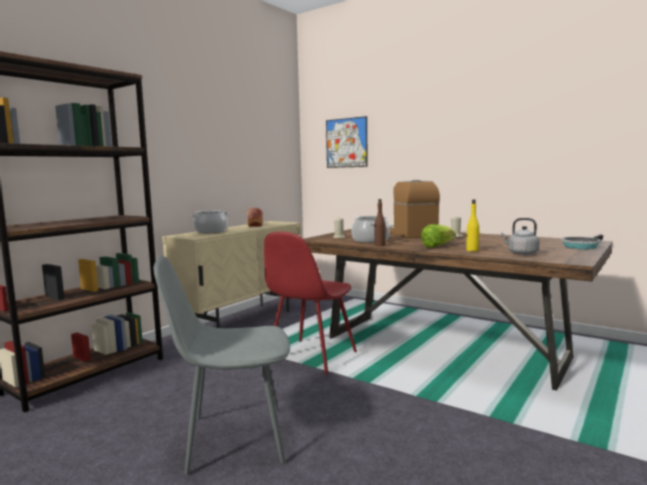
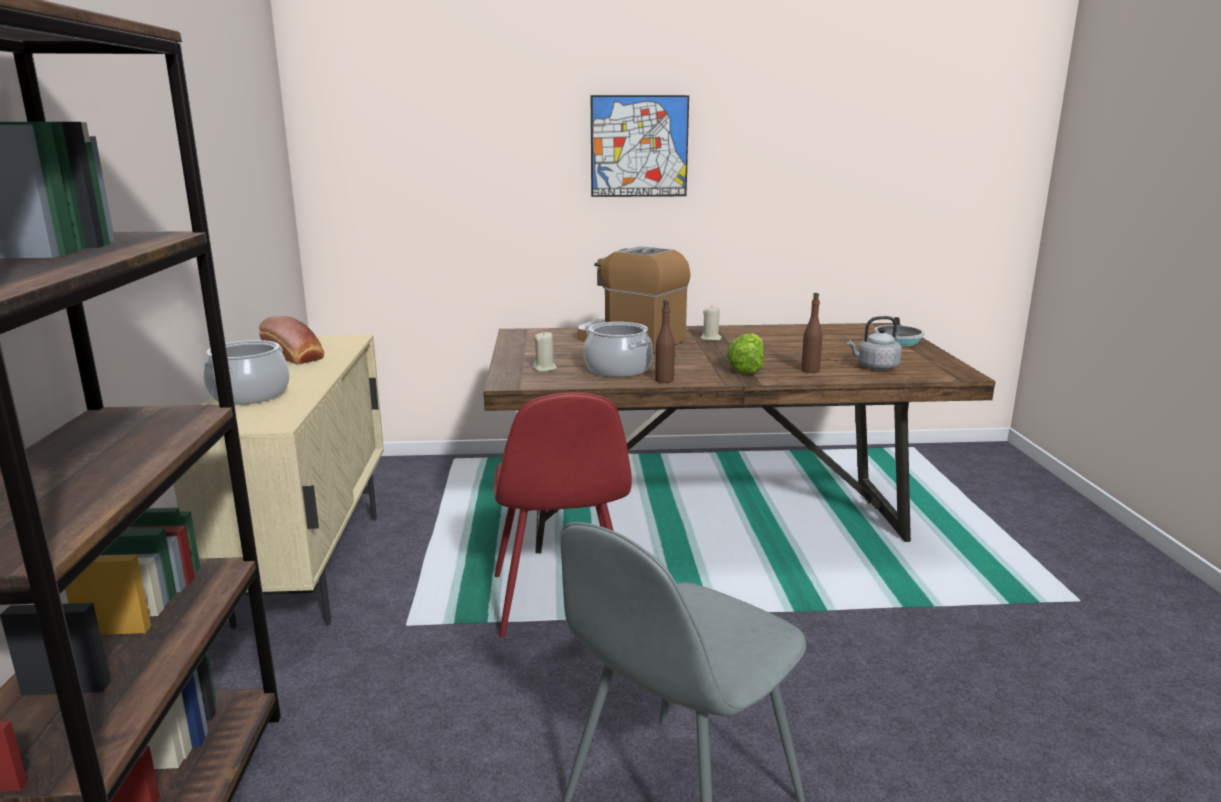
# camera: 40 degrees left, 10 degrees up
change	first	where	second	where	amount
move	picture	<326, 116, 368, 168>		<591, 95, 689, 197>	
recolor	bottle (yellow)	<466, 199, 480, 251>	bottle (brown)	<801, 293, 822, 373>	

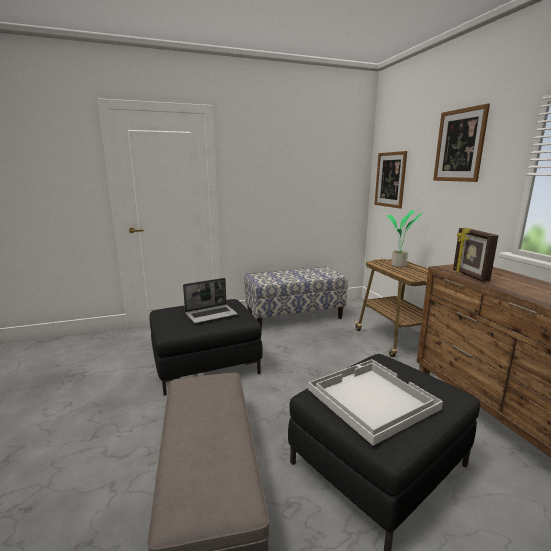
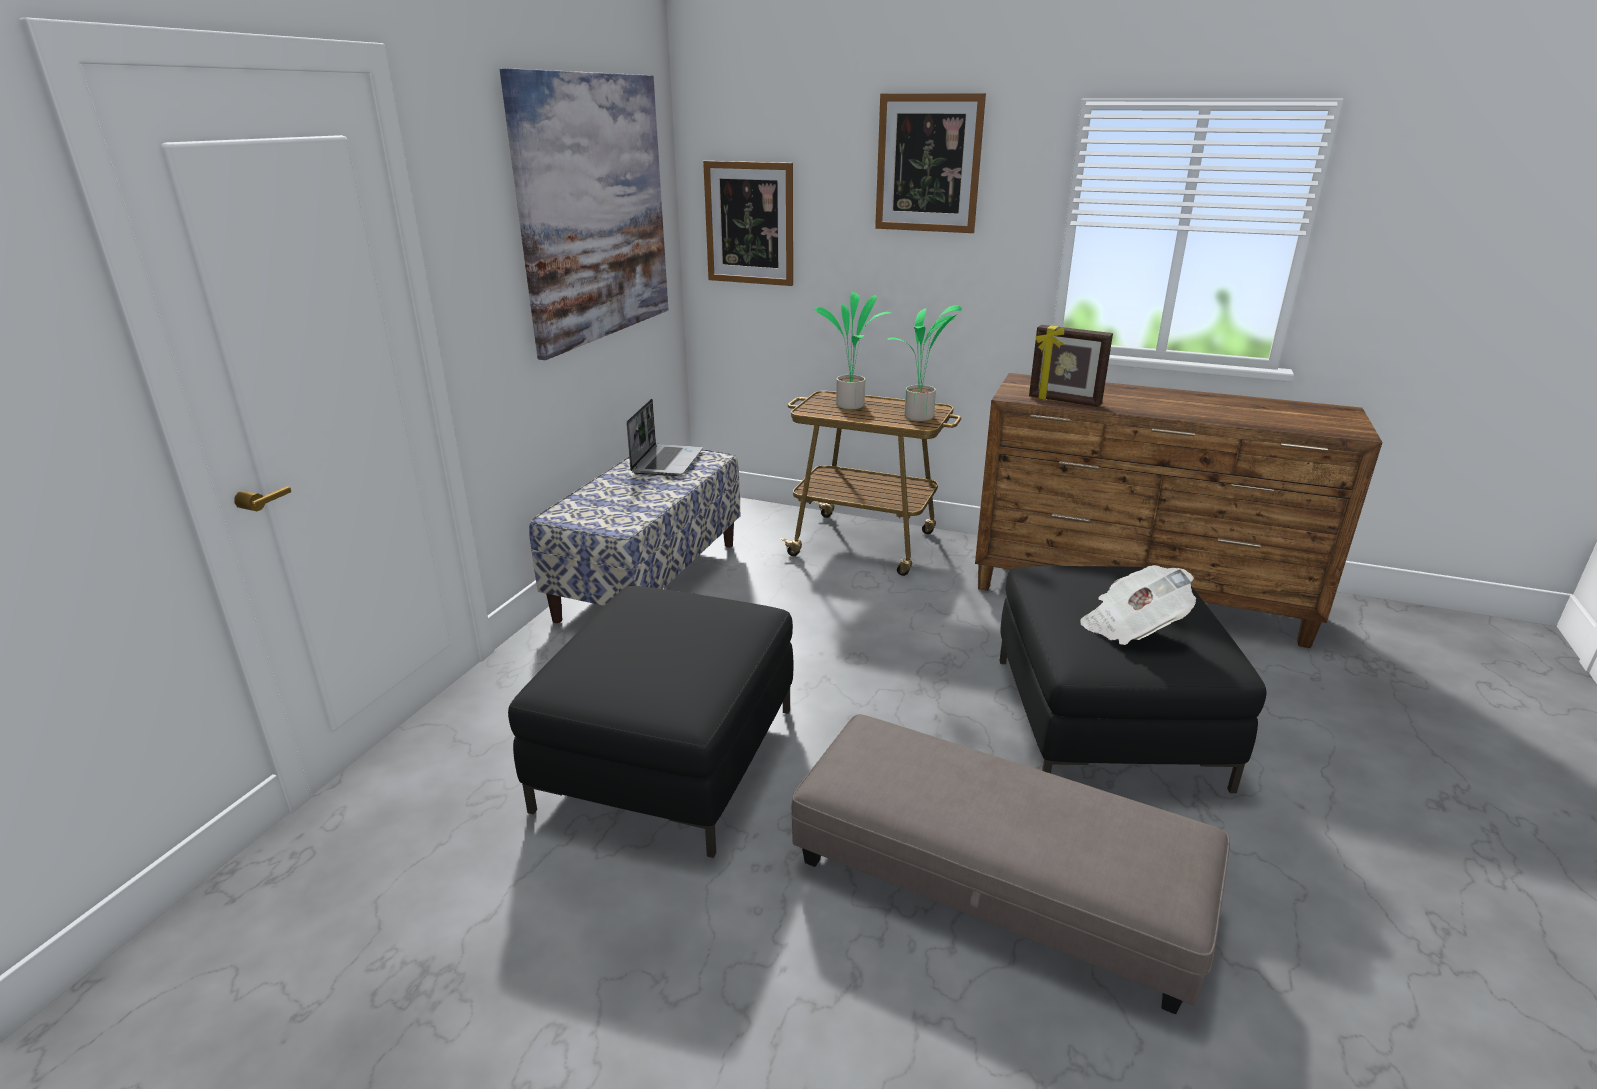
# camera: 50 degrees left, 10 degrees up
change	first	where	second	where	amount
move	laptop	<183, 278, 238, 323>		<626, 398, 703, 476>	
replace	tray (white)	<308, 359, 443, 446>	newspaper	<1080, 565, 1196, 645>	
insert			picture	<500, 68, 668, 360>	
insert			potted plant	<887, 305, 962, 421>	

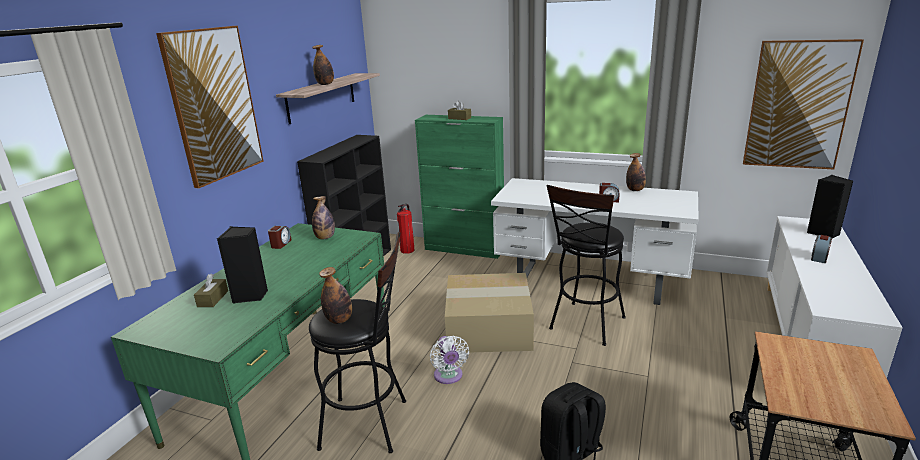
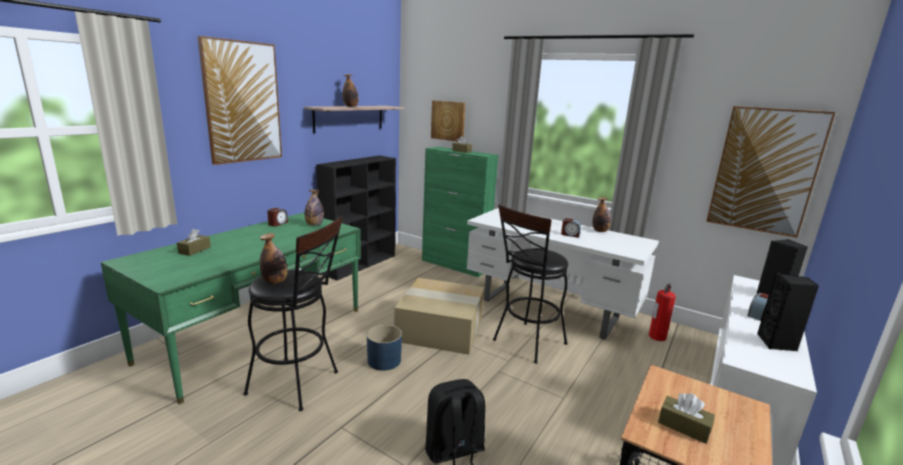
# camera: 10 degrees right, 5 degrees down
change	first	where	second	where	amount
move	speaker (black)	<217, 226, 268, 304>		<757, 272, 819, 351>	
move	fire extinguisher	<397, 204, 414, 254>		<649, 284, 676, 341>	
replace	fan (white)	<430, 336, 469, 384>	planter (blue)	<367, 325, 402, 371>	
insert			picture	<431, 100, 466, 142>	
insert			tissue box (brown)	<658, 394, 715, 444>	

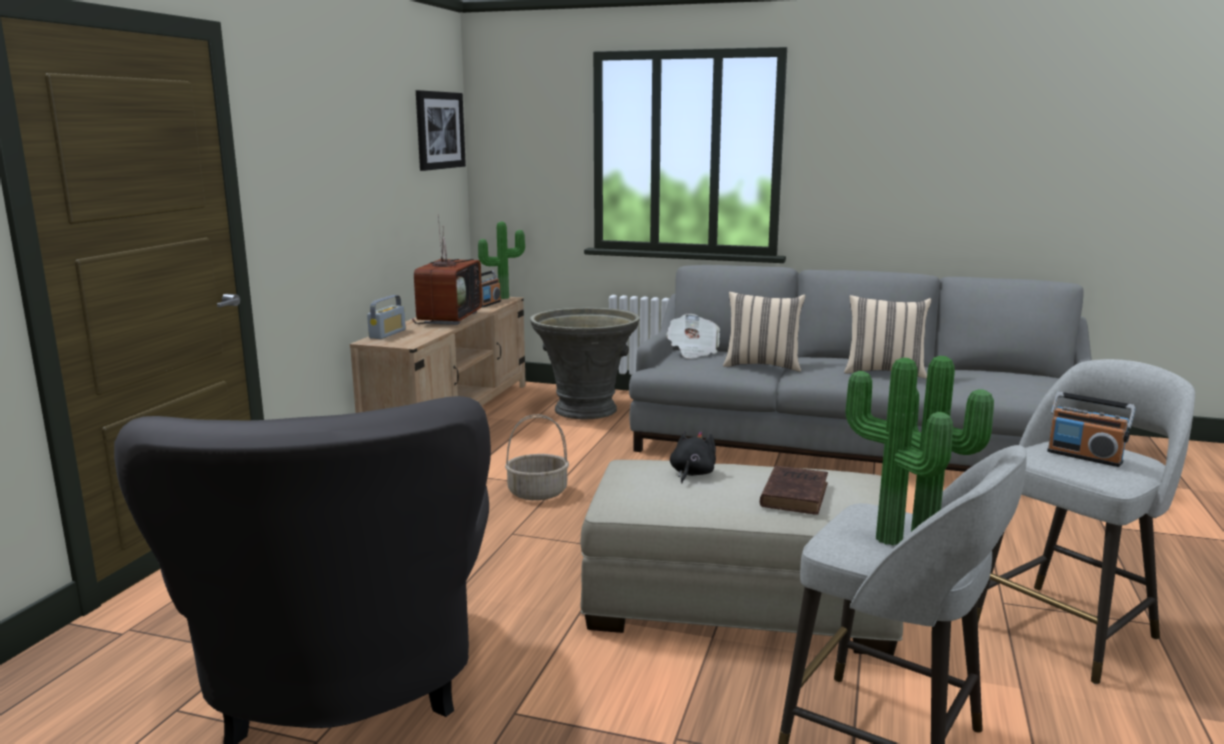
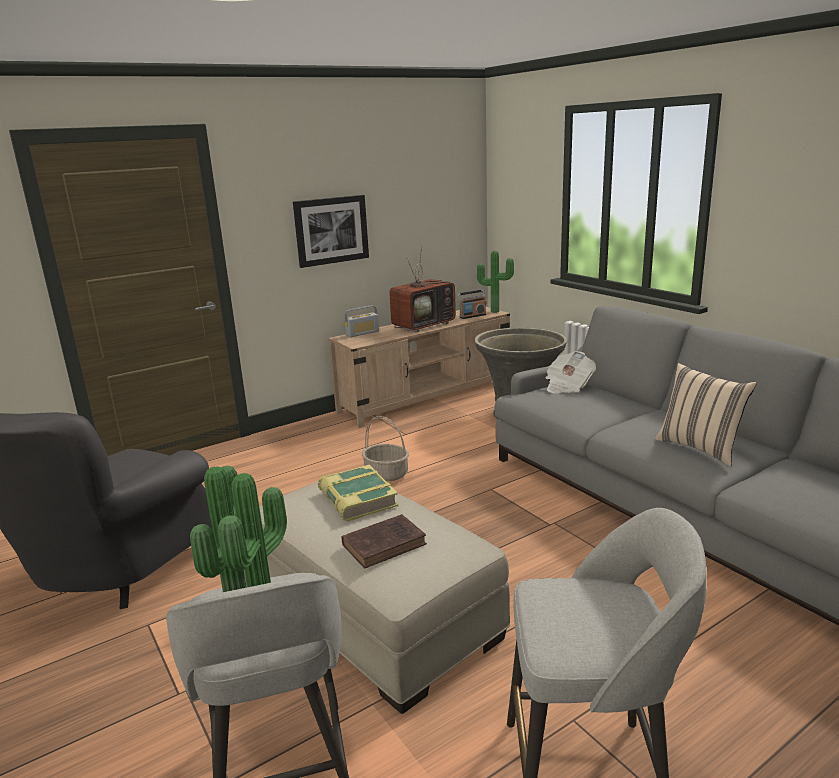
# camera: 40 degrees right, 5 degrees up
change	first	where	second	where	amount
move	picture	<416, 90, 466, 171>		<293, 195, 369, 268>	
replace	plush toy (black)	<670, 431, 716, 483>	book	<318, 465, 398, 522>	
delete	pillow (beige)	<723, 292, 805, 372>			
delete	radio	<1047, 392, 1136, 467>			

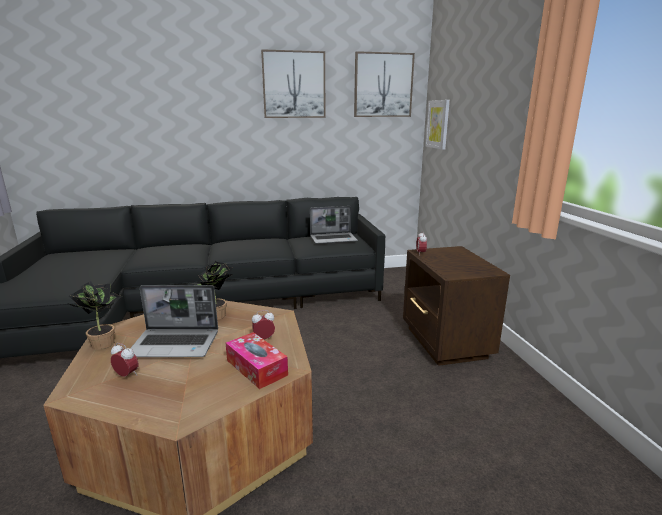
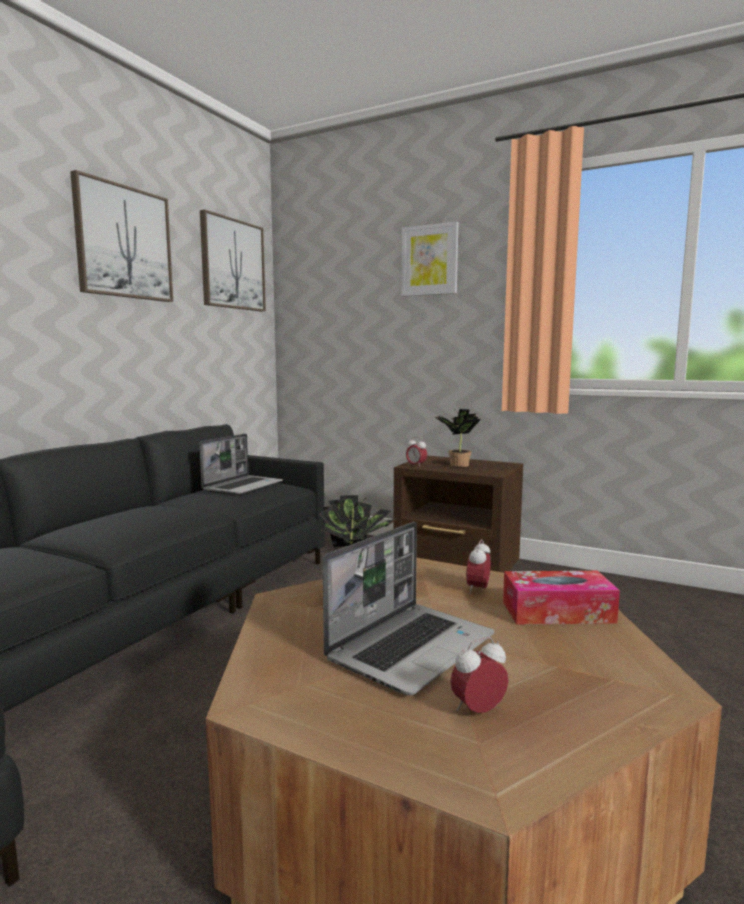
# camera: 50 degrees left, 10 degrees down
change	first	where	second	where	amount
move	potted plant	<68, 281, 122, 350>		<435, 409, 481, 467>	
move	picture	<425, 100, 450, 150>		<401, 221, 458, 297>	

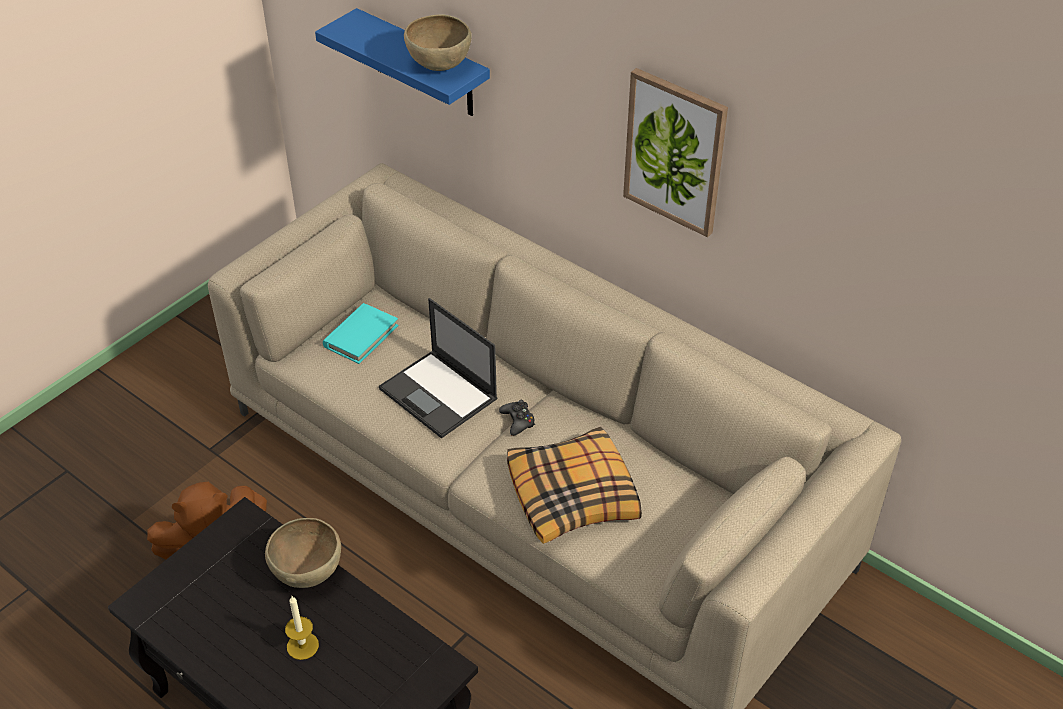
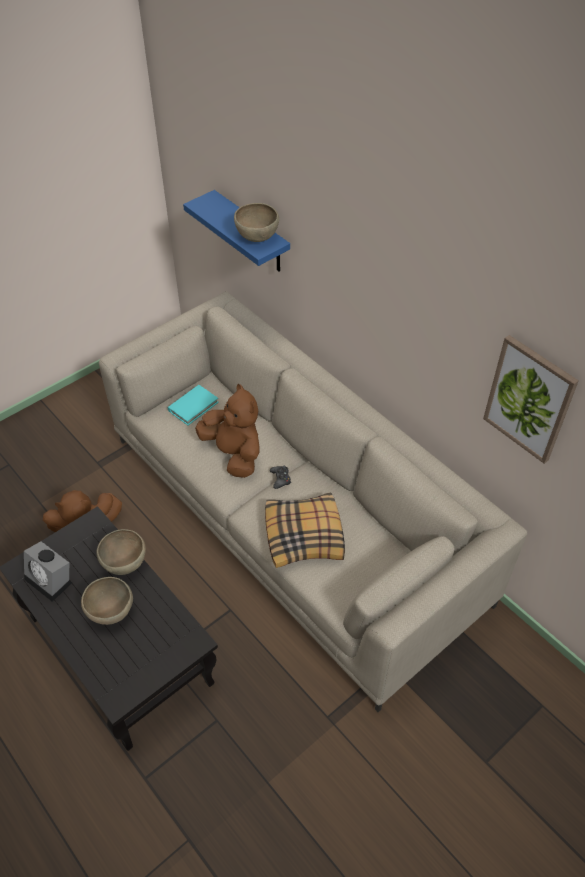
# camera: 10 degrees right, 5 degrees up
change	first	where	second	where	amount
replace	candle	<285, 596, 319, 660>	bowl (brown)	<81, 577, 133, 625>	
replace	laptop	<379, 298, 498, 439>	plush toy (brown)	<195, 384, 259, 478>	
move	picture	<623, 68, 728, 237>		<483, 335, 579, 464>	
insert			alarm clock	<24, 541, 72, 602>	

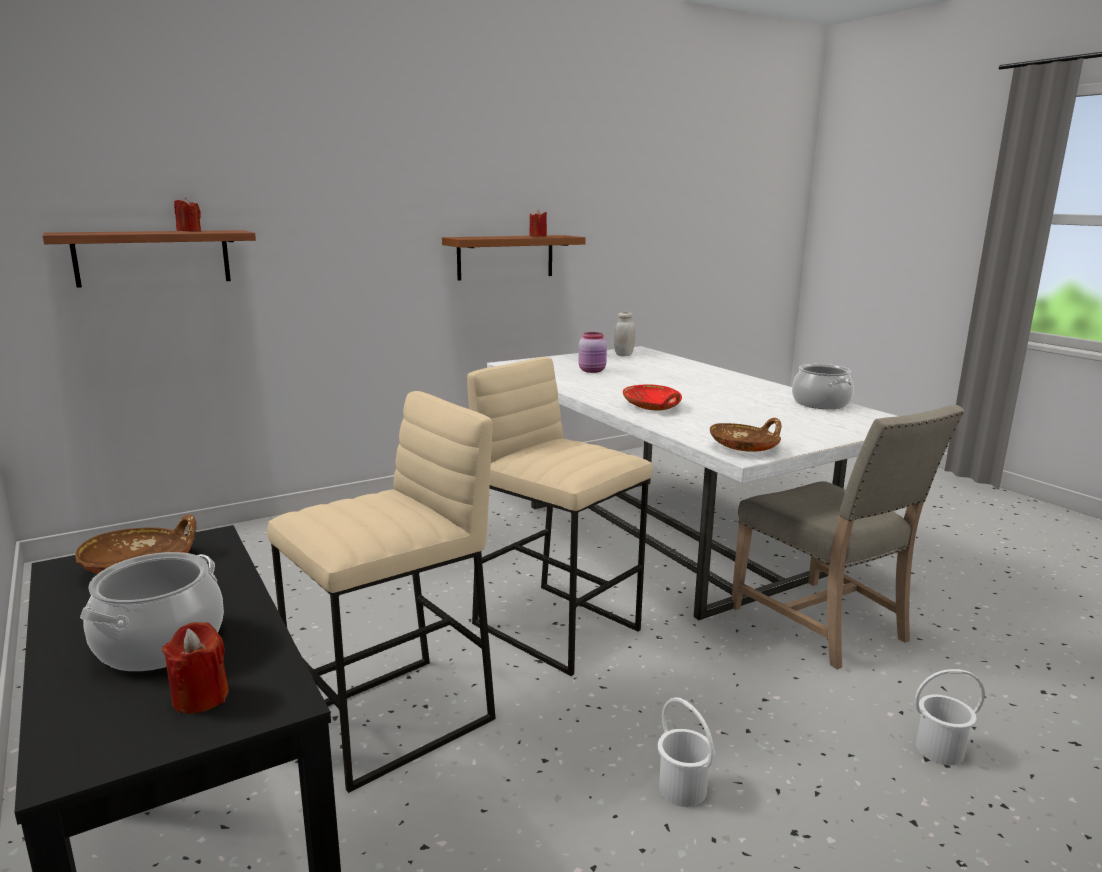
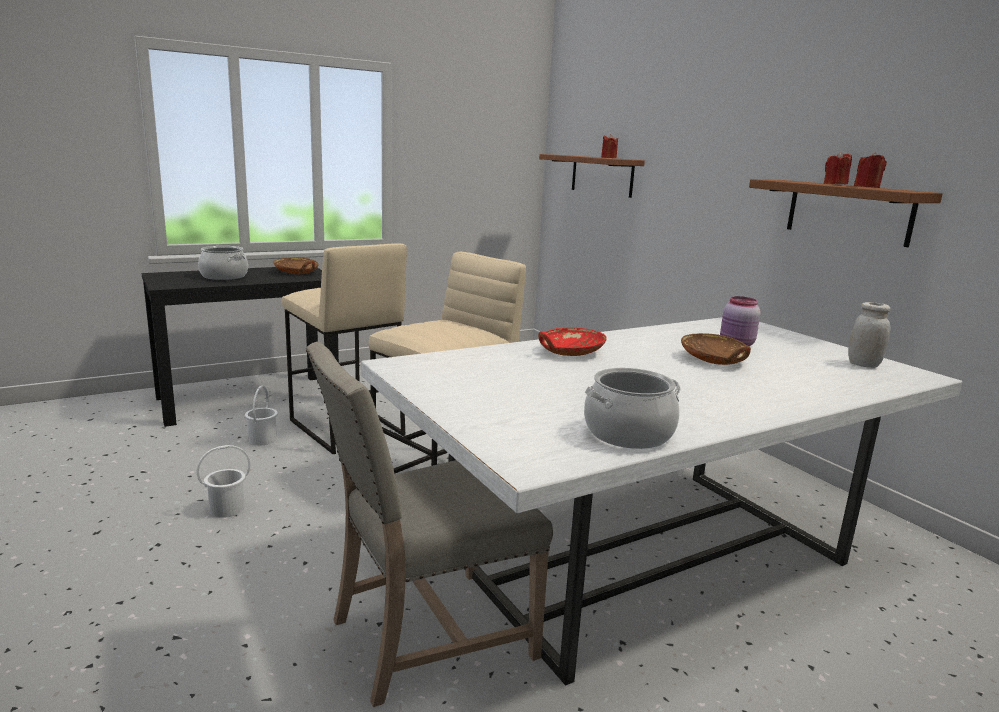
# camera: 90 degrees right, 0 degrees up
change	first	where	second	where	amount
move	candle (red)	<162, 622, 229, 714>		<824, 151, 852, 184>	
move	bowl (brown)	<710, 418, 781, 452>		<681, 333, 751, 365>	
move	bucket (white)	<915, 669, 985, 765>		<245, 386, 278, 445>	

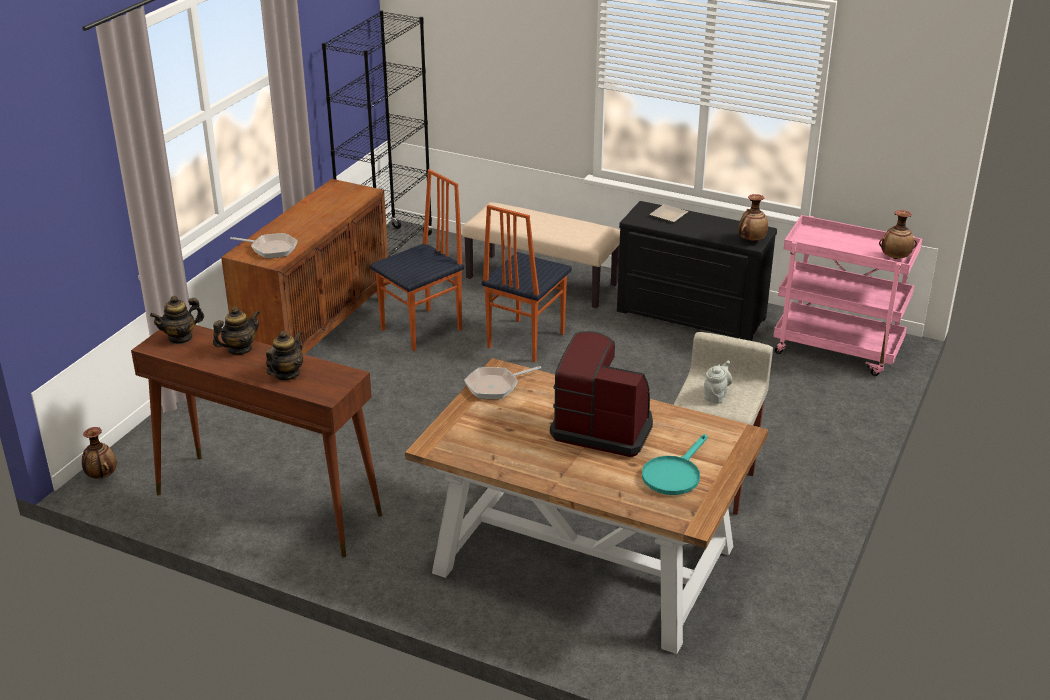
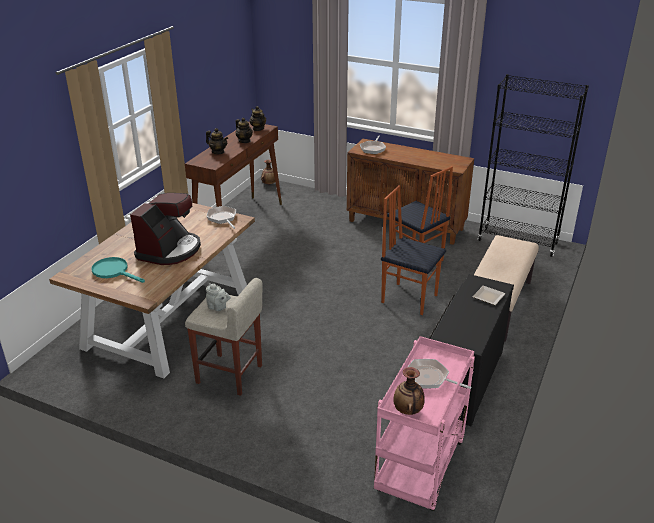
# camera: 90 degrees right, 0 degrees up
change	first	where	second	where	amount
delete	vase	<739, 194, 768, 241>			
insert			frying pan	<408, 359, 471, 389>	

